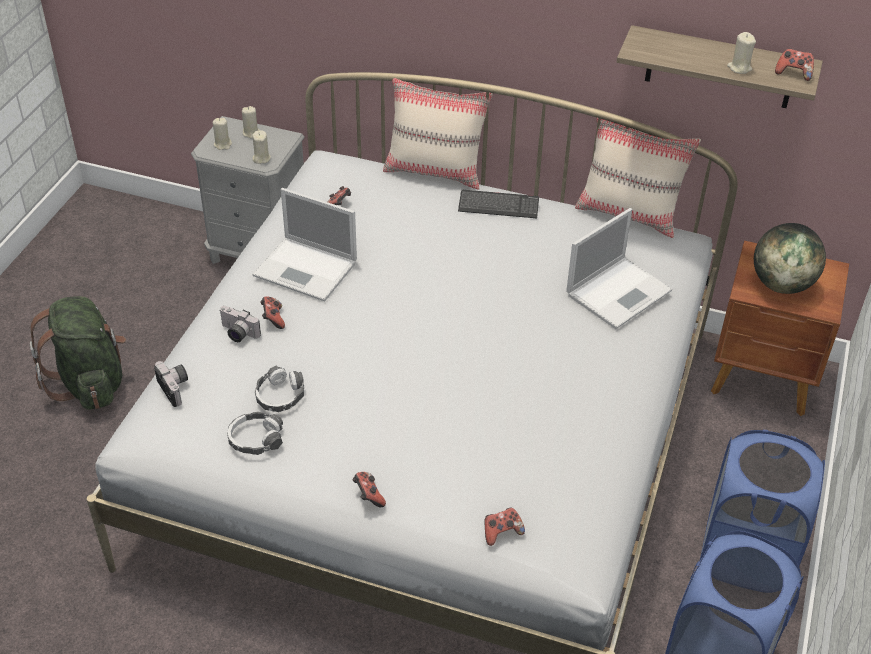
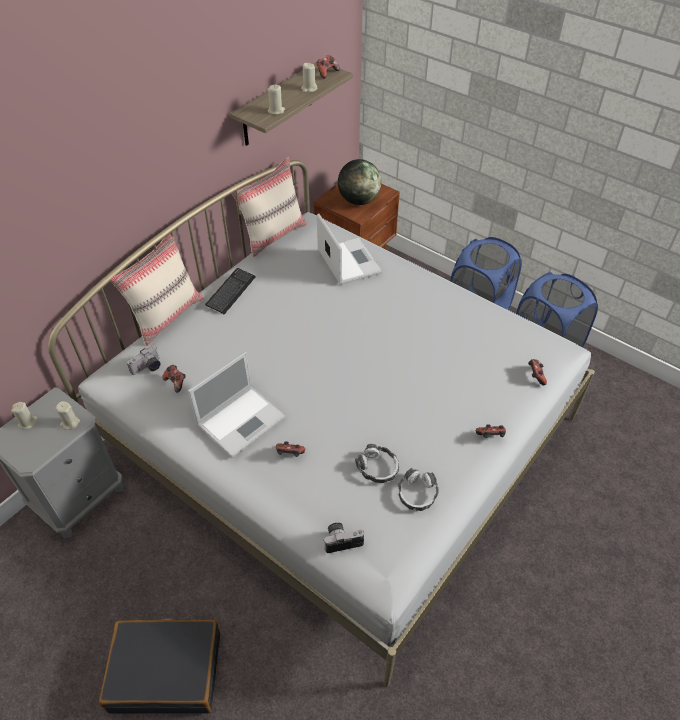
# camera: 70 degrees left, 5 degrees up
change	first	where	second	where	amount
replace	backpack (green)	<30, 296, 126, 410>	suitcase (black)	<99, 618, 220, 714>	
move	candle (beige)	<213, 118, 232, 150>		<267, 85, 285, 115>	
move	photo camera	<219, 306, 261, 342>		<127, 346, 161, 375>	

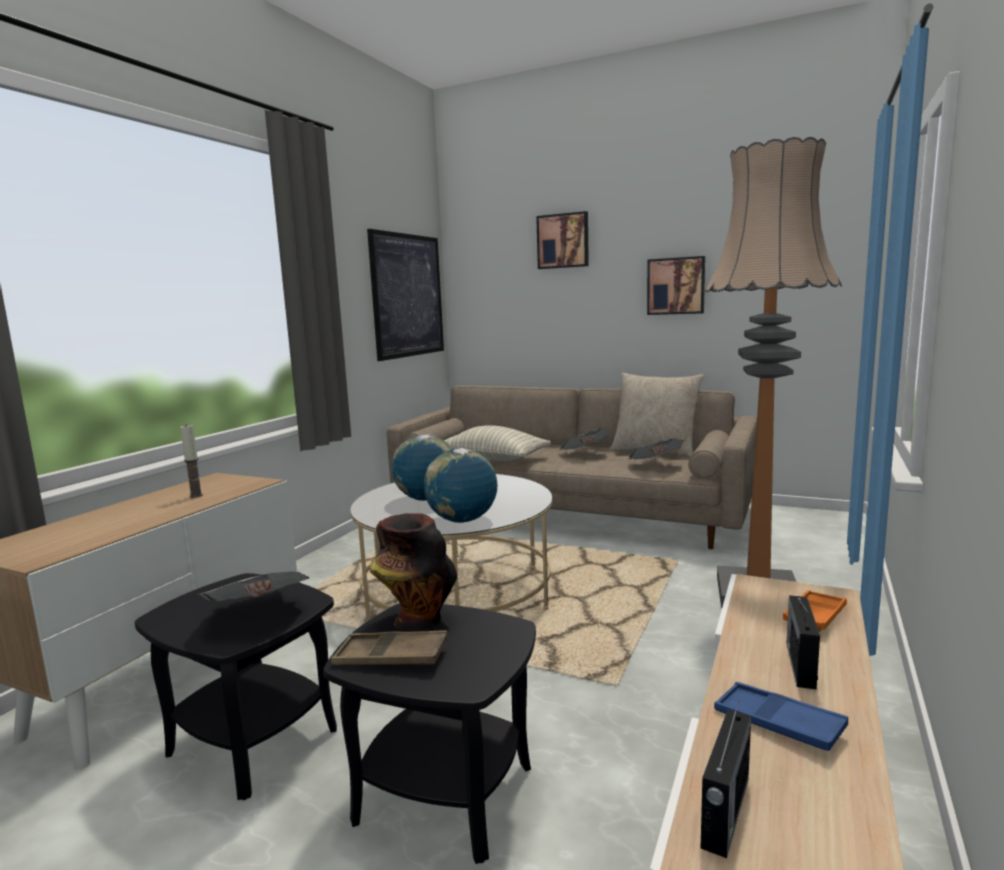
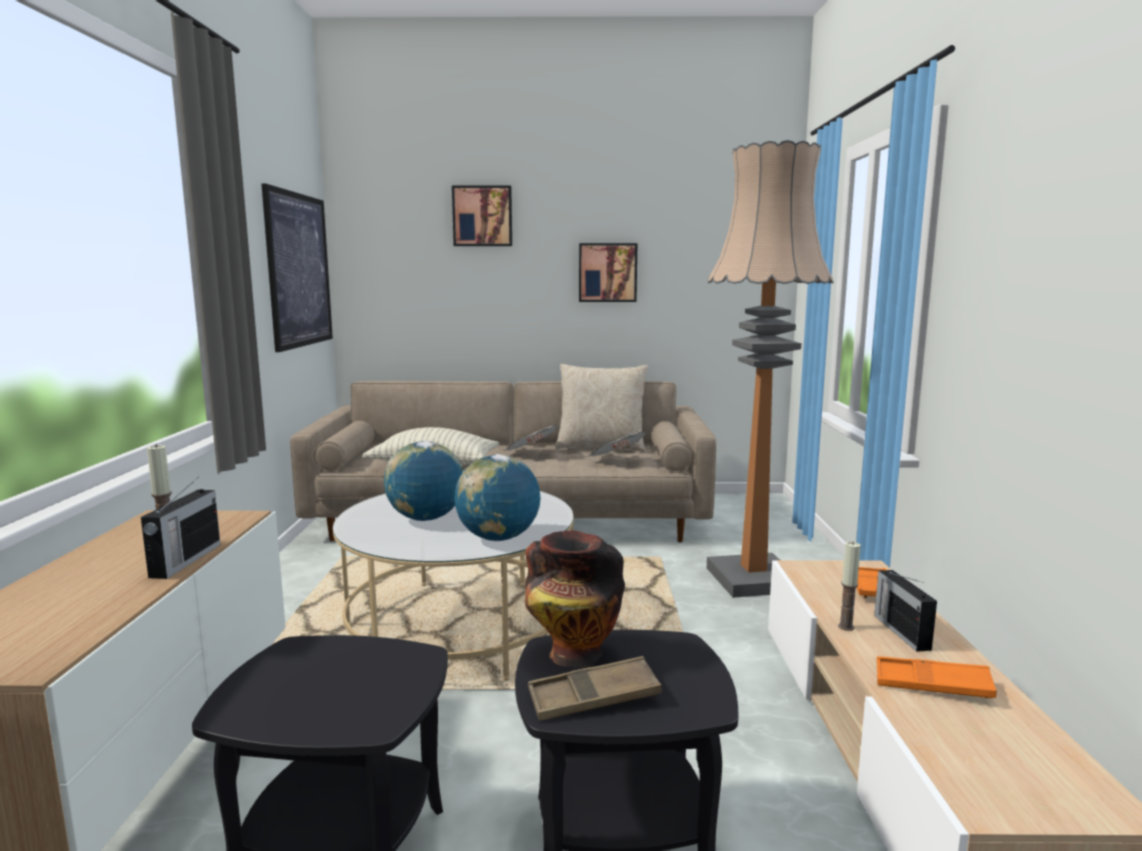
# camera: 25 degrees left, 0 degrees up
change	first	where	second	where	amount
delete	newspaper	<197, 571, 310, 601>			
move	radio	<701, 703, 751, 858>		<141, 477, 220, 579>	
recolor	tray (blue)	<714, 682, 848, 751>	tray (orange)	<877, 656, 997, 698>	
insert			candle	<838, 541, 861, 631>	

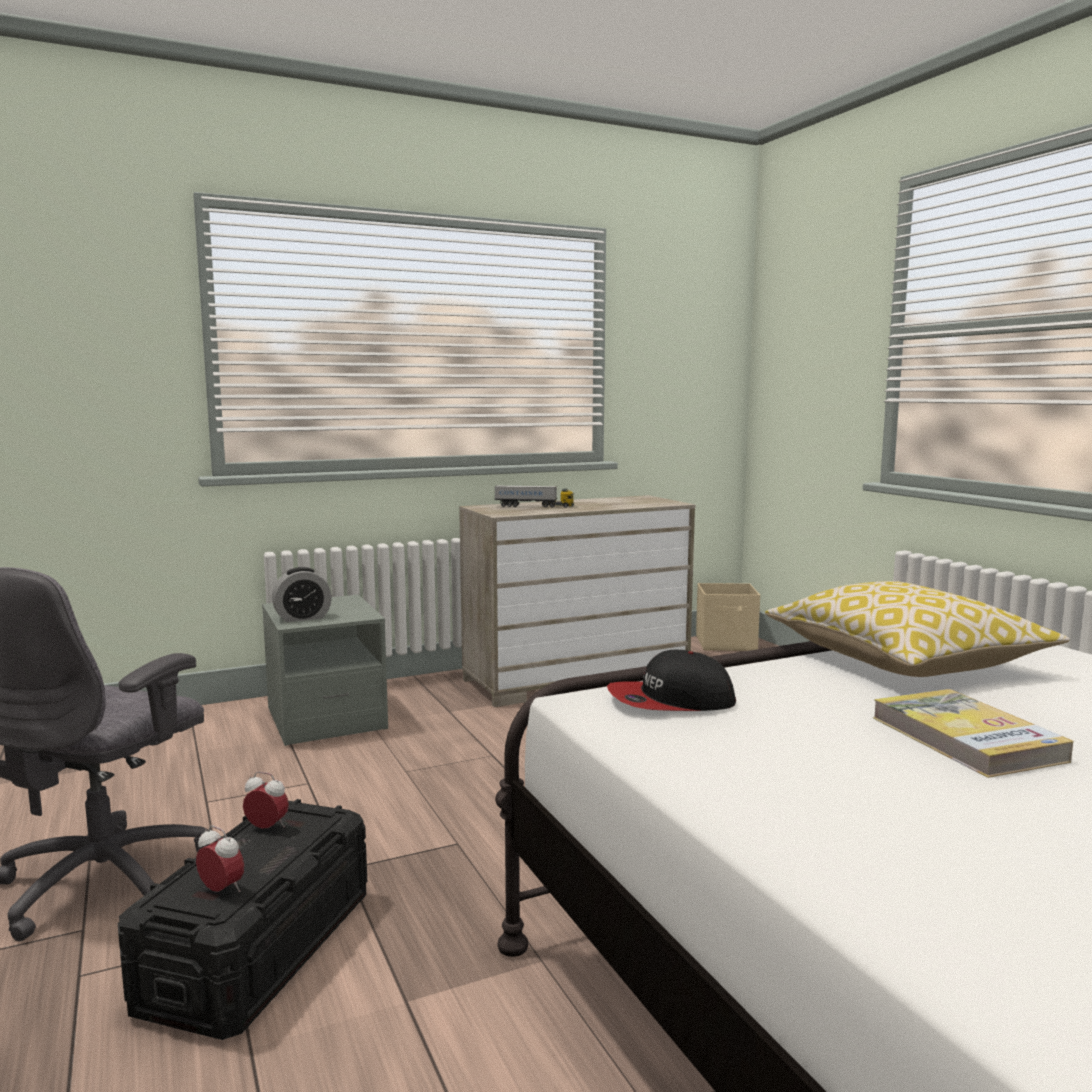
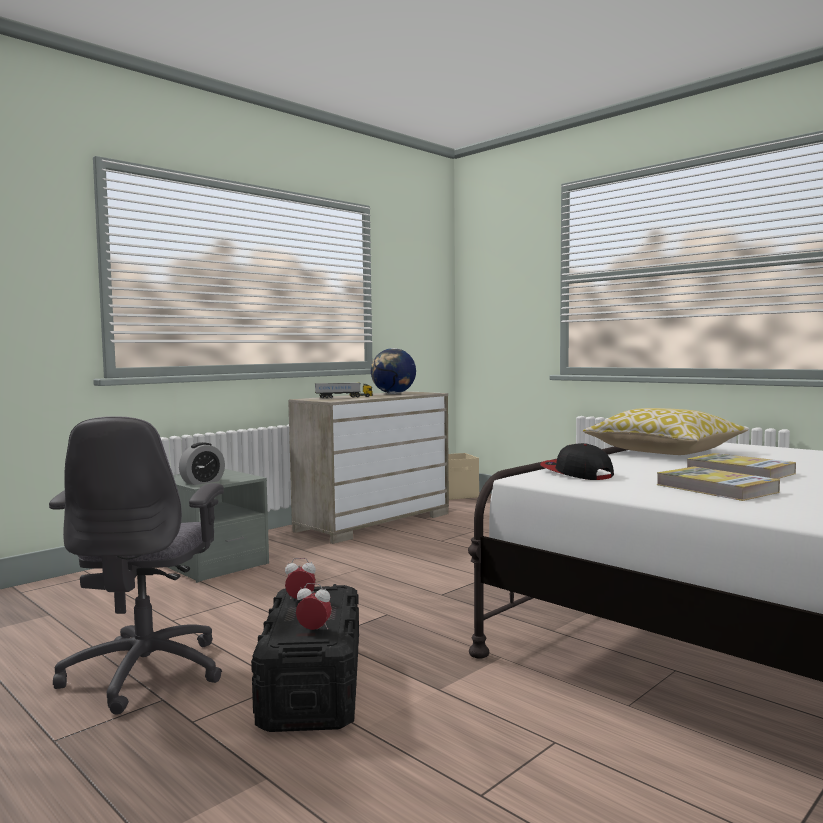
# camera: 20 degrees left, 5 degrees down
change	first	where	second	where	amount
rotate	cap	<607, 650, 736, 711>		<540, 443, 614, 480>	90 degrees clockwise
insert			globe	<371, 348, 416, 394>	
insert			book	<657, 467, 780, 501>	

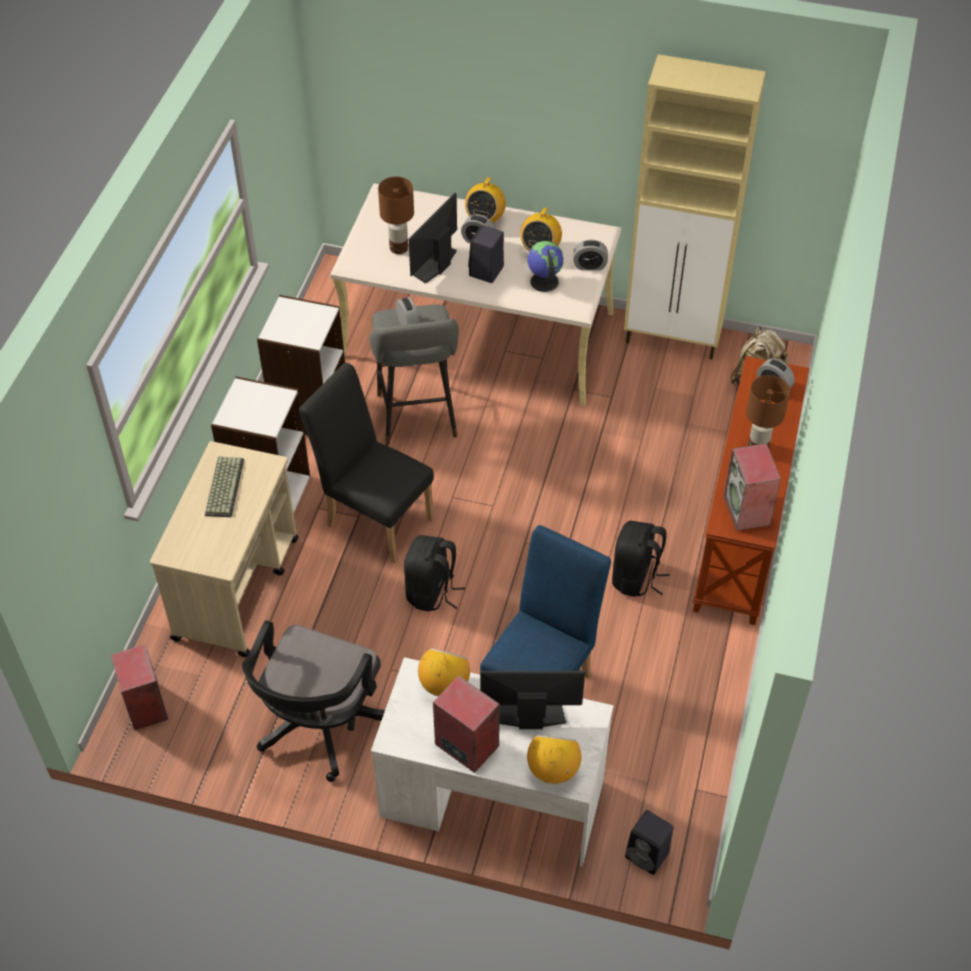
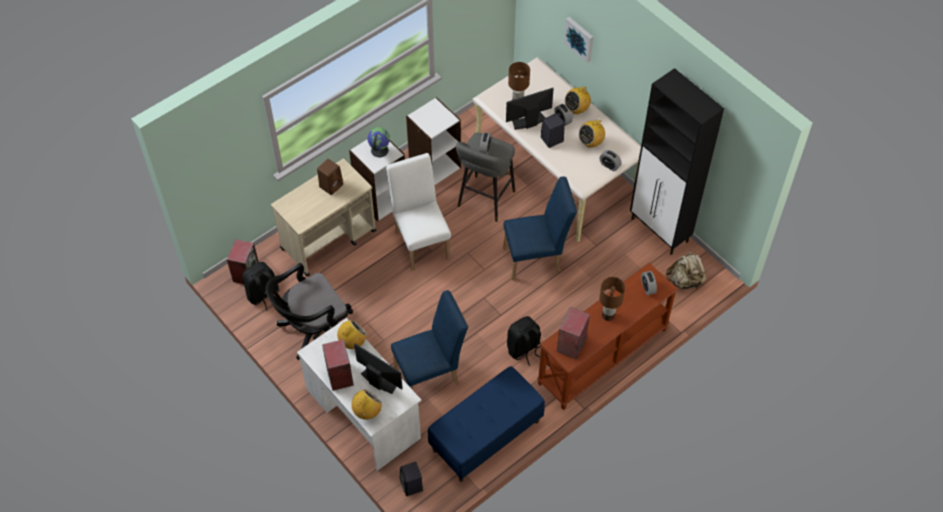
# camera: 35 degrees right, 5 degrees up
change	first	where	second	where	amount
replace	keyboard	<205, 457, 244, 517>	speaker (brown)	<317, 159, 343, 195>	
recolor	chair (black)	<299, 363, 434, 563>	chair (white)	<386, 153, 451, 271>	
move	backpack (black)	<404, 535, 465, 612>		<242, 262, 279, 311>	
move	globe	<527, 241, 563, 292>		<368, 127, 390, 158>	
recolor	cabinet (beige)	<624, 54, 766, 359>	cabinet (black)	<630, 68, 724, 255>	
insert			bench (blue)	<428, 366, 545, 482>	
insert			chair (blue)	<503, 176, 577, 280>	
insert			picture	<564, 17, 593, 63>	

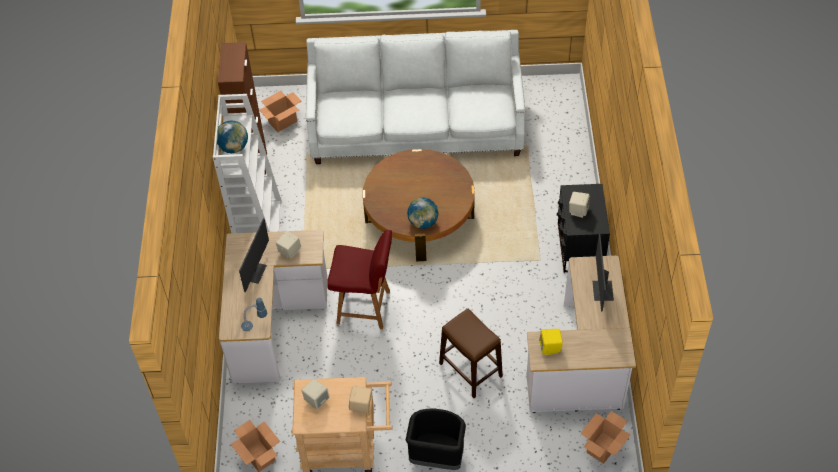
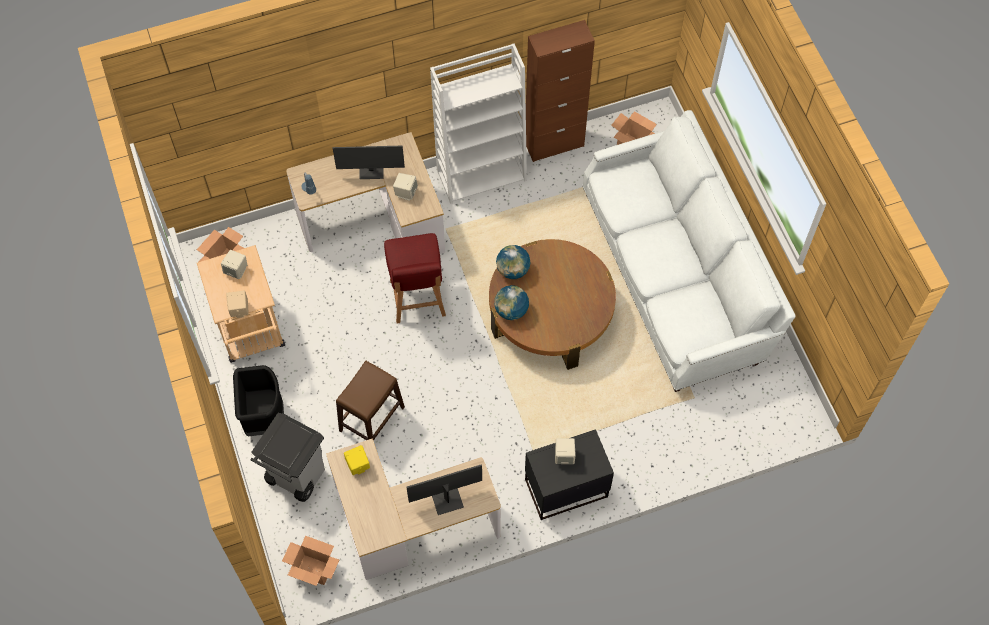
# camera: 70 degrees right, 10 degrees up
change	first	where	second	where	amount
move	globe	<217, 120, 248, 153>		<496, 245, 531, 279>	
insert			trash can (grey)	<250, 413, 325, 502>	

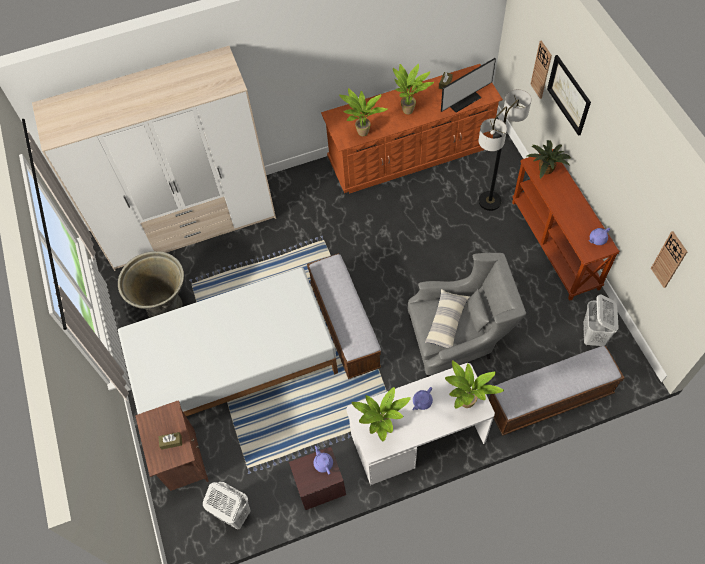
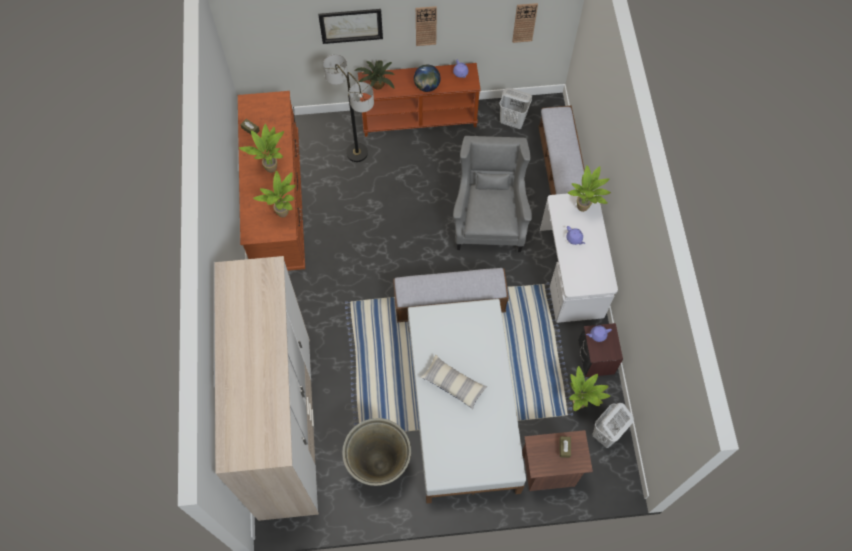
# camera: 80 degrees left, 5 degrees up
change	first	where	second	where	amount
move	potted plant	<352, 387, 411, 442>		<569, 366, 610, 411>	
move	pillow	<424, 289, 470, 348>		<420, 355, 487, 410>	
delete	monitor	<441, 58, 496, 113>			
move	wall clock	<530, 41, 552, 99>		<416, 6, 437, 46>	
insert			globe	<414, 64, 441, 92>	

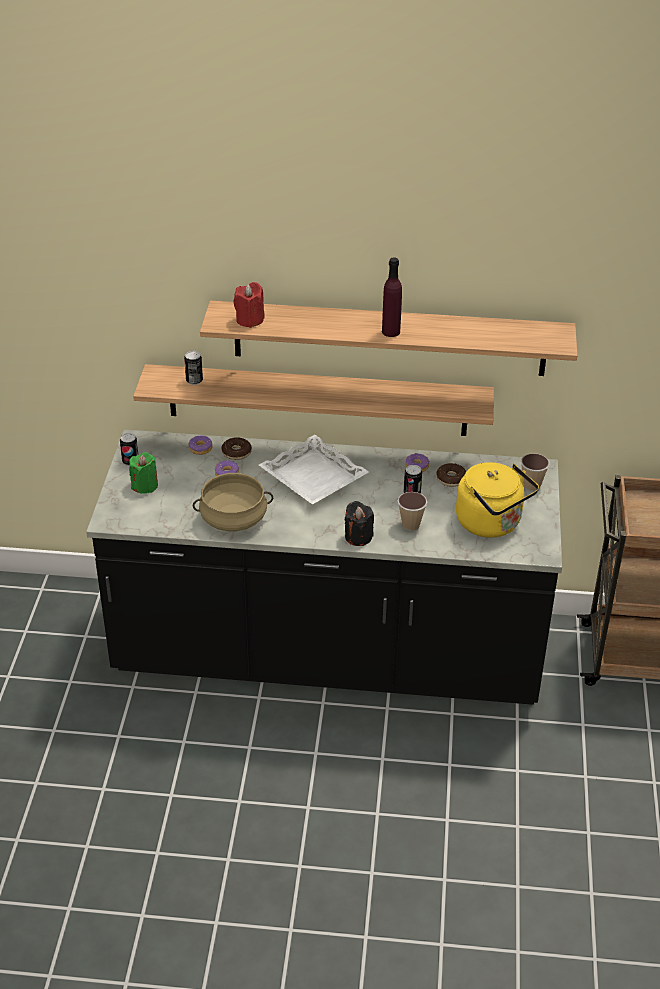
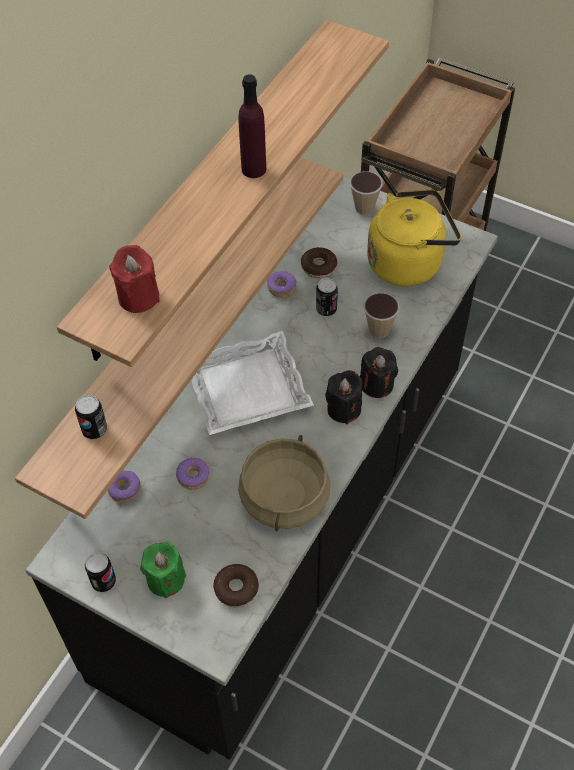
# camera: 65 degrees left, 15 degrees up
change	first	where	second	where	amount
move	donut	<221, 437, 252, 460>		<213, 564, 259, 608>	
insert			candle (black)	<325, 370, 363, 424>	

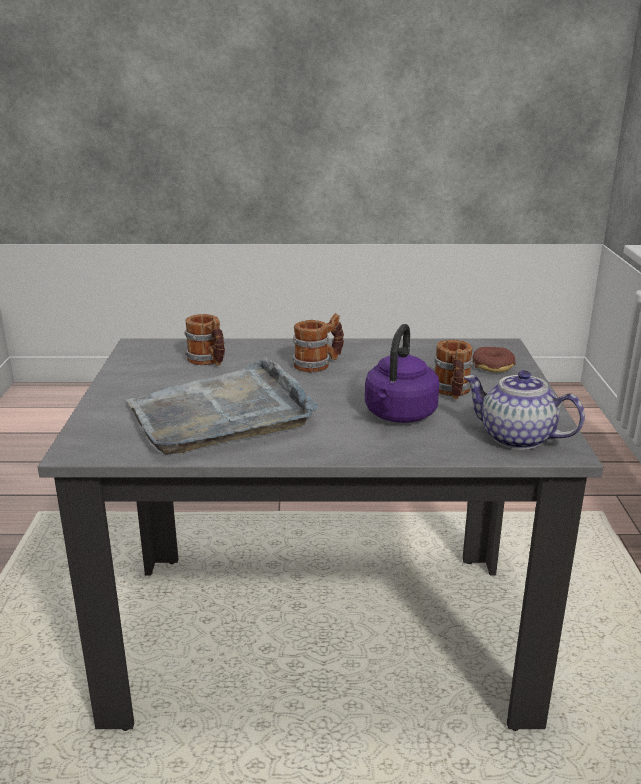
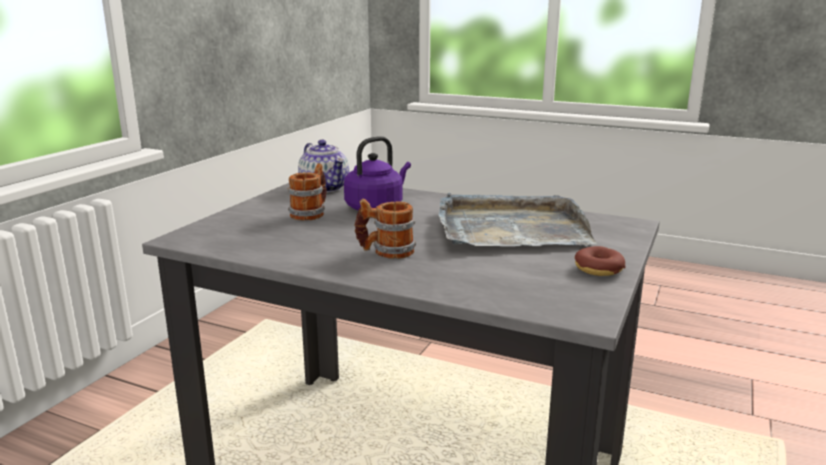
# camera: 155 degrees left, 5 degrees down
change	first	where	second	where	amount
delete	mug	<184, 314, 225, 366>			
move	donut	<472, 347, 516, 373>		<575, 246, 626, 276>	

